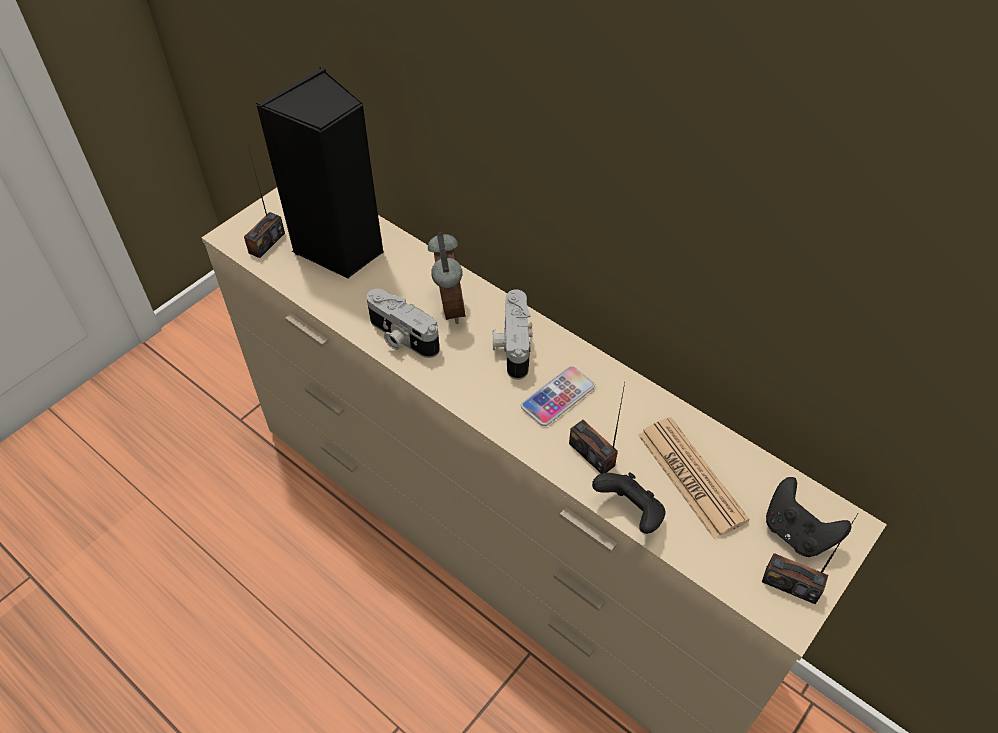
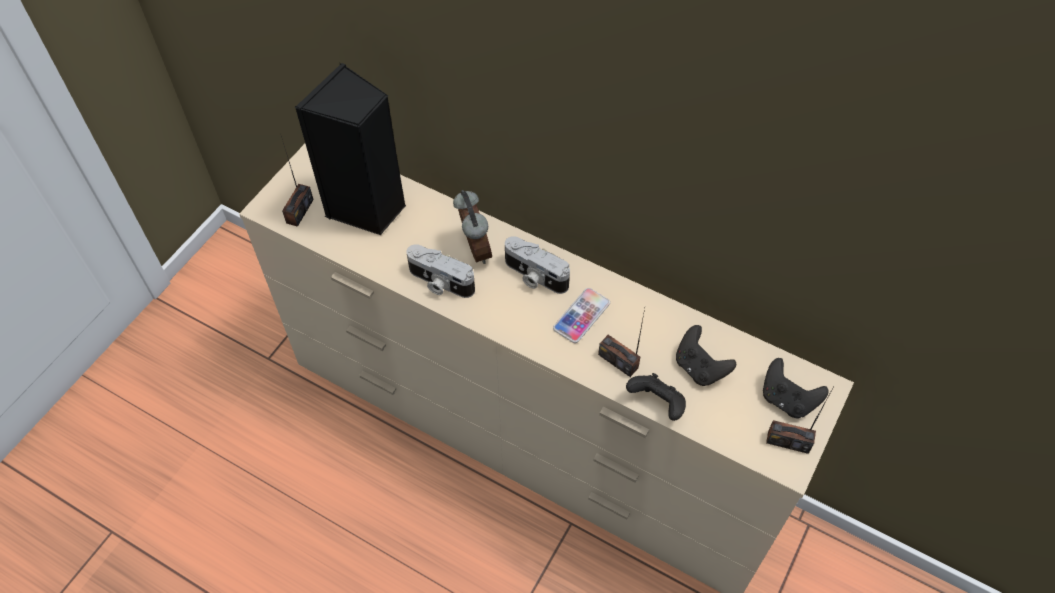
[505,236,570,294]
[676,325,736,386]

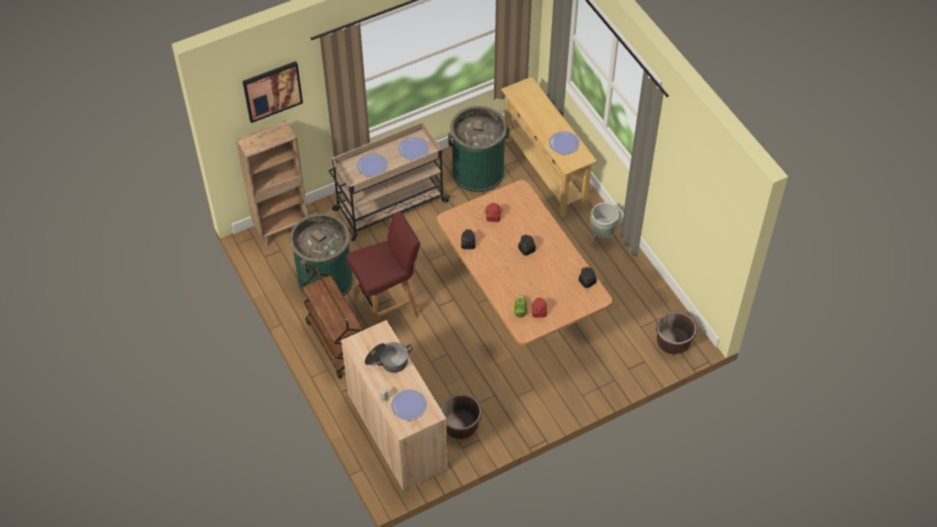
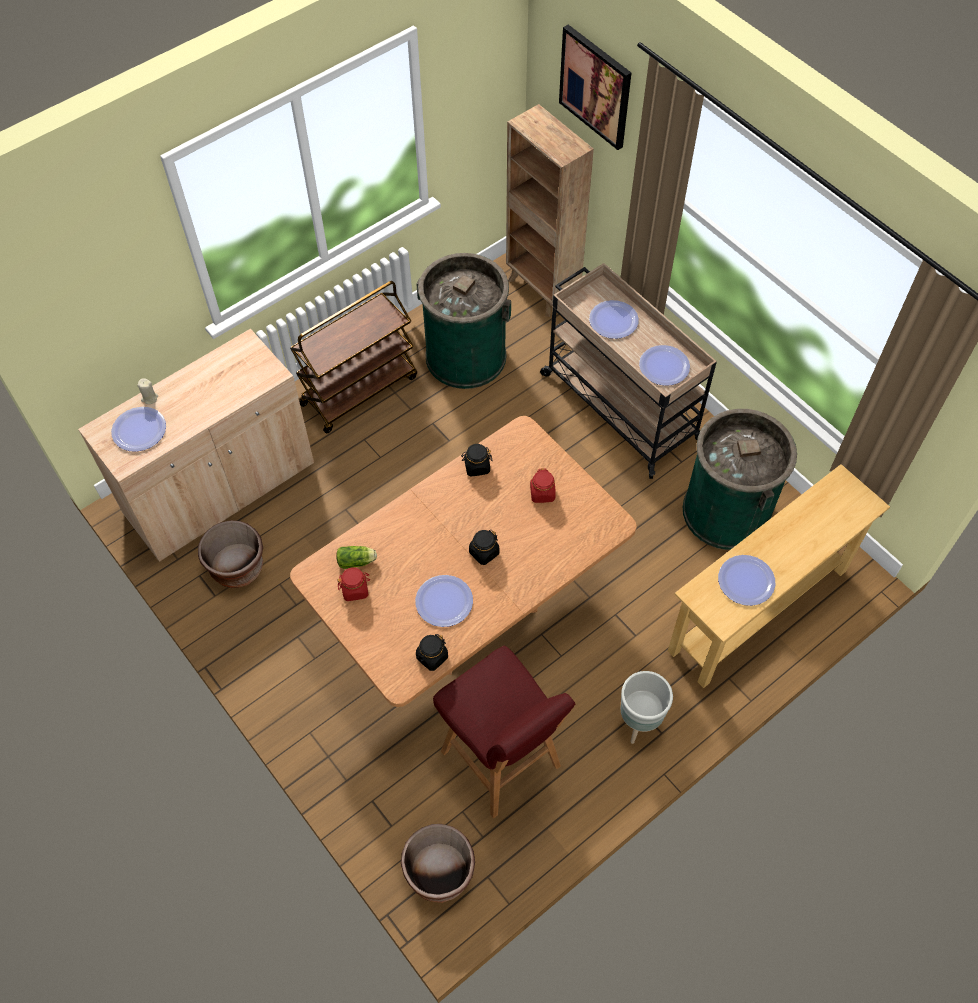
[433,646,575,818]
[365,342,413,373] (first image)
[415,575,473,627]

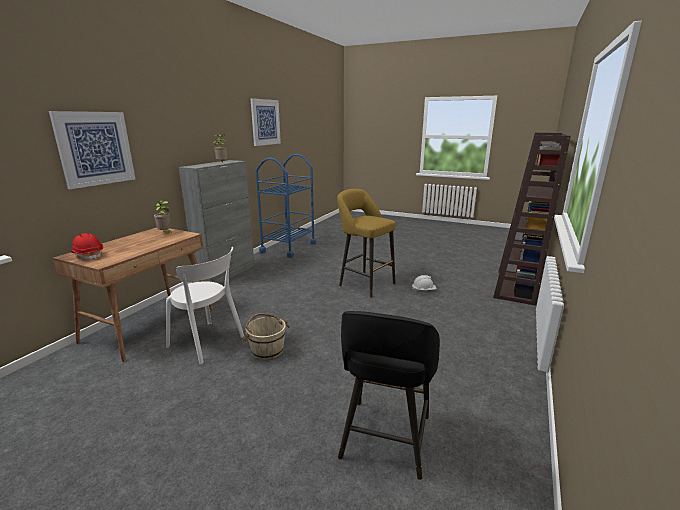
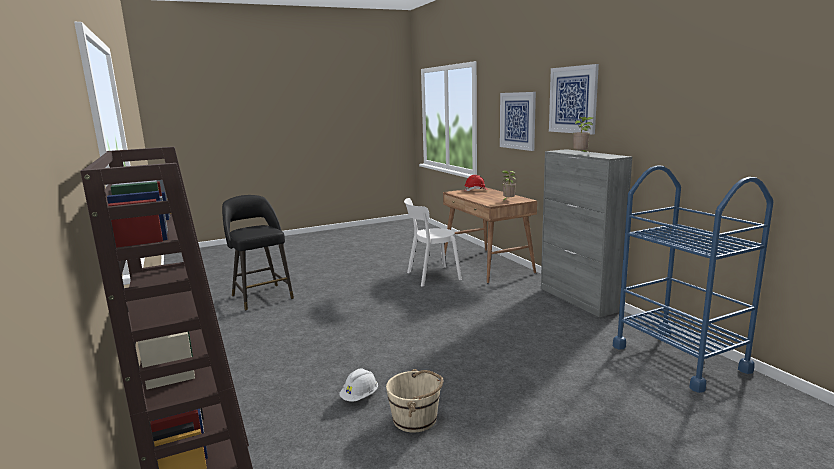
[549,64,599,135]
[337,189,396,297] (first image)
[386,369,443,433]

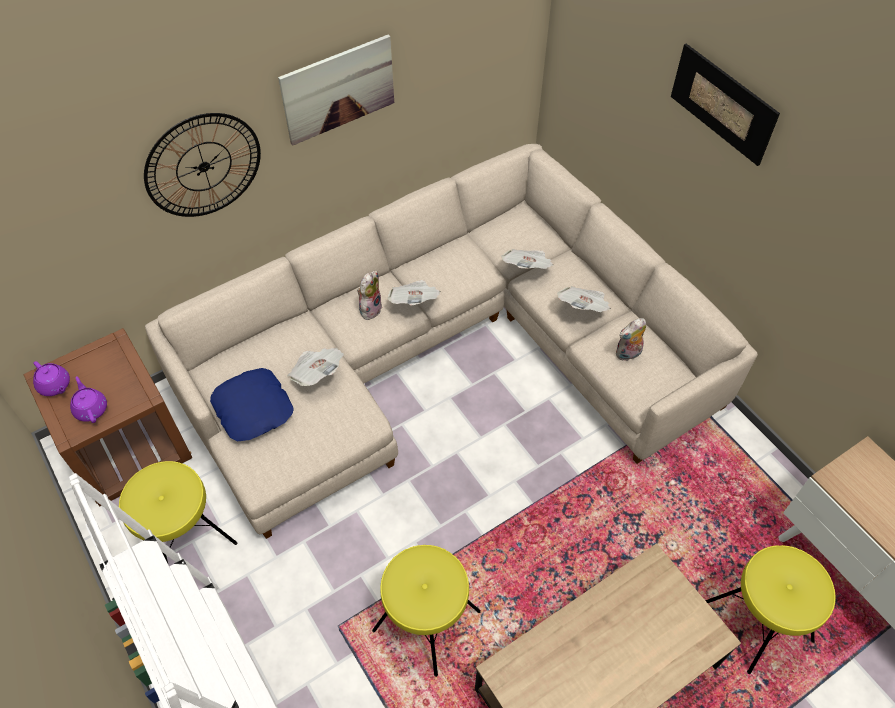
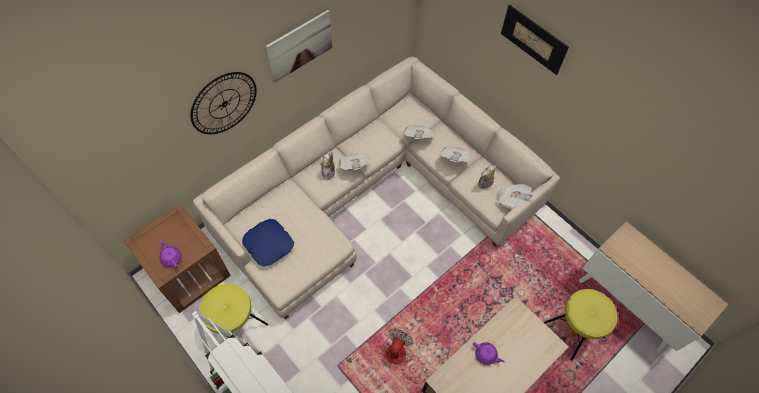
[496,183,533,209]
[473,342,505,365]
[346,329,413,369]

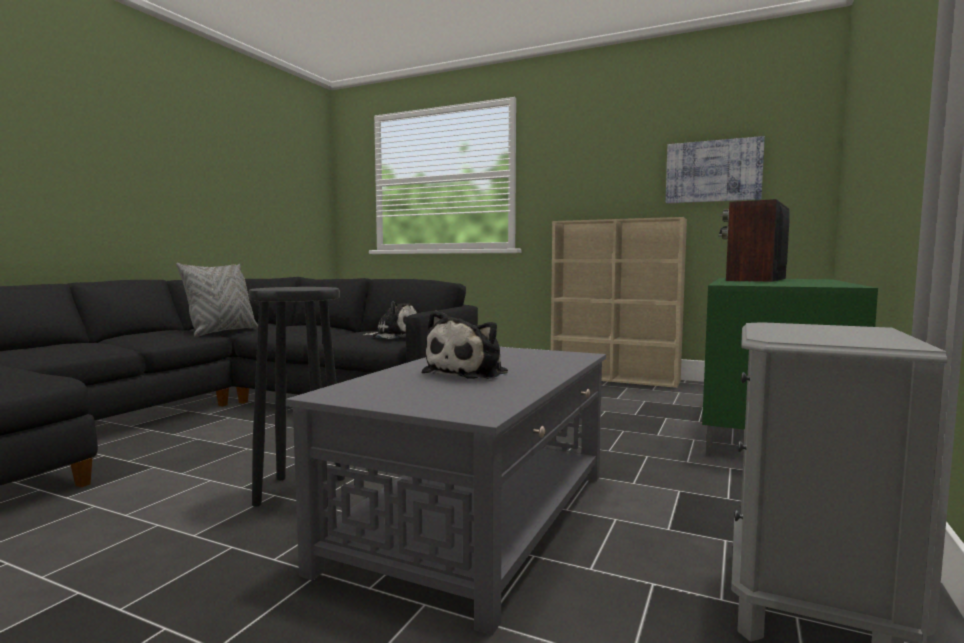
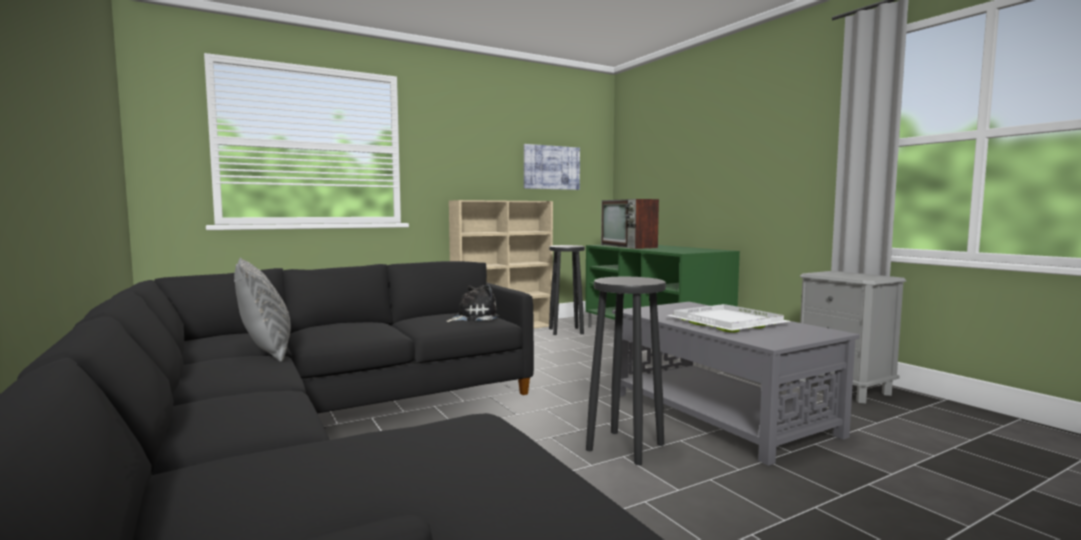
[667,304,790,333]
[549,245,585,335]

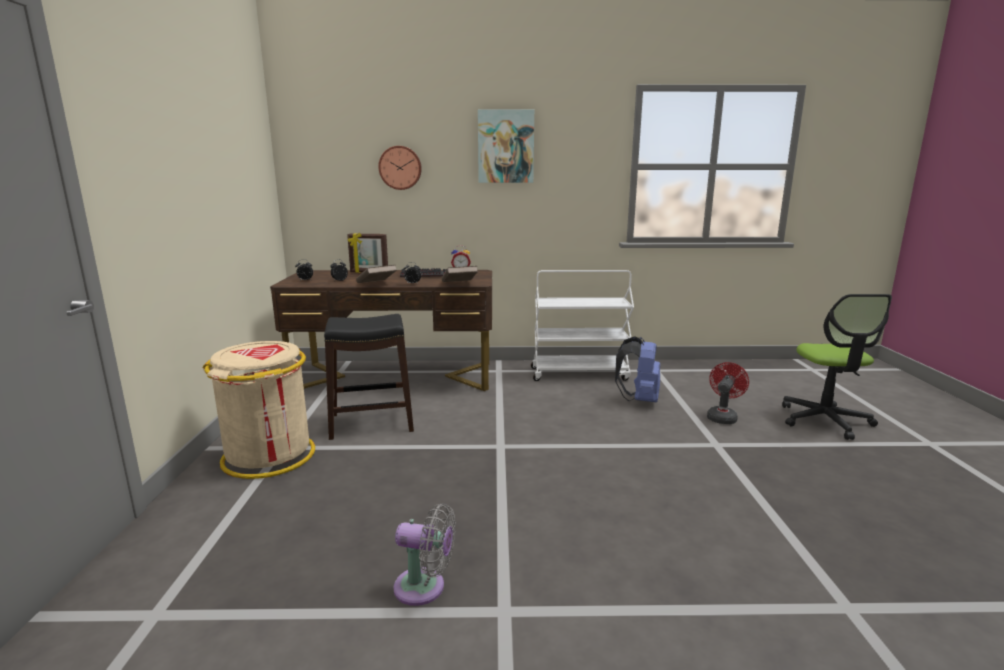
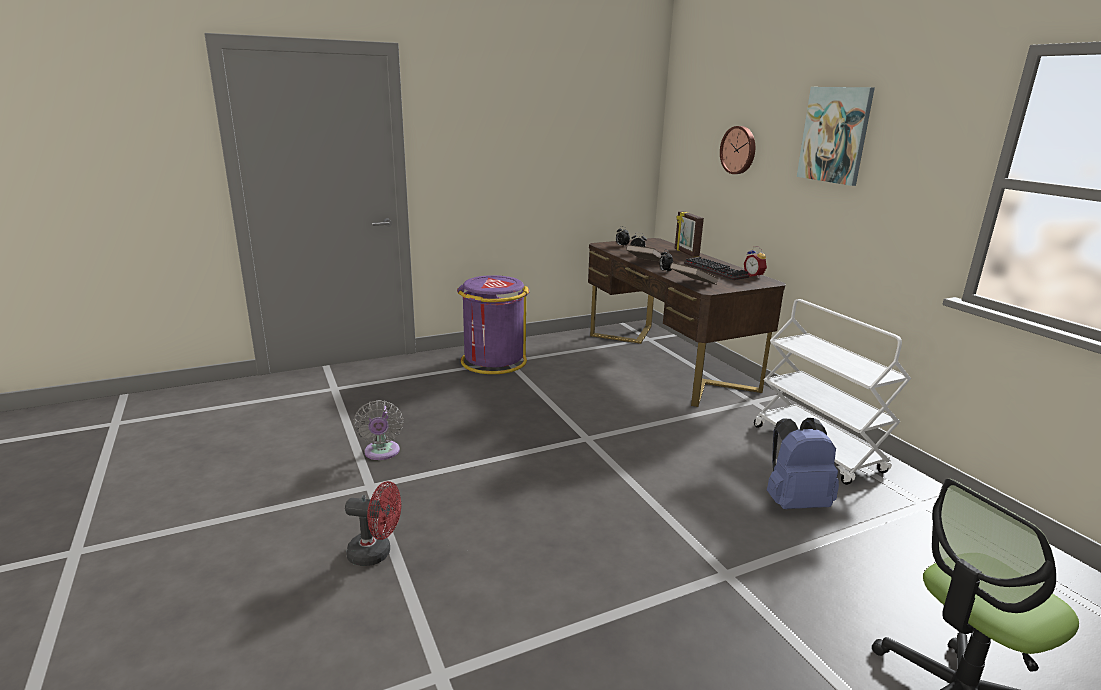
[324,314,414,440] (first image)
[457,275,530,374]
[345,481,401,566]

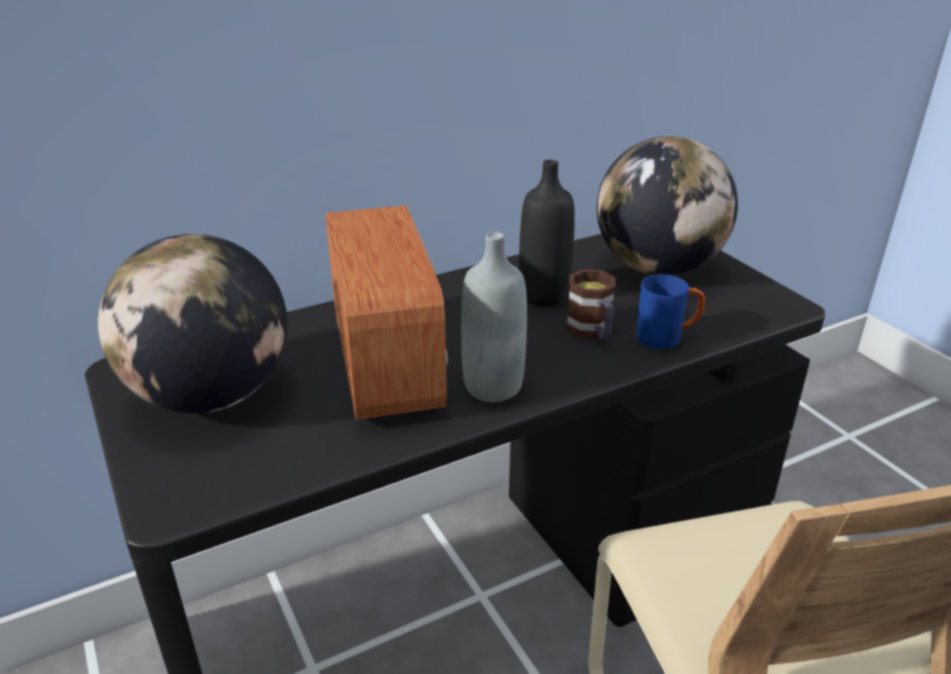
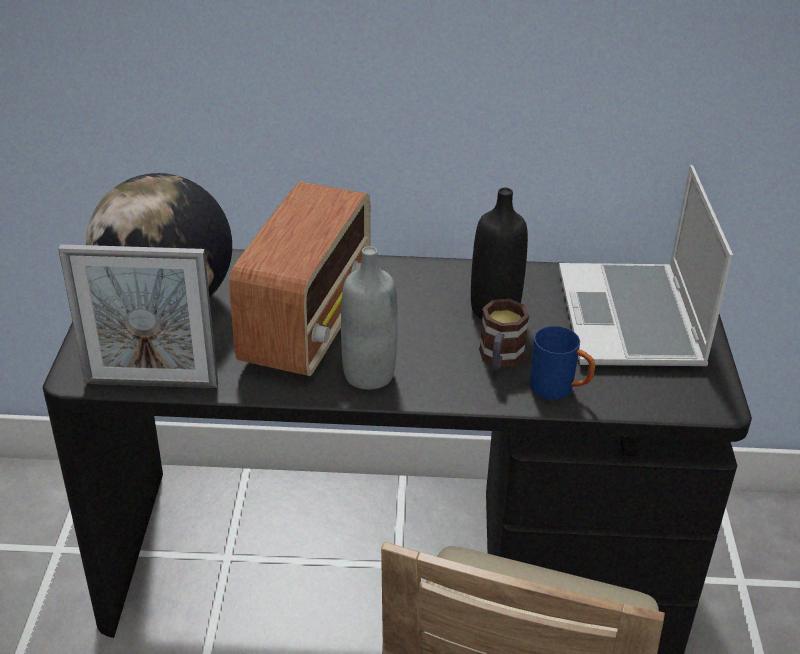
[559,165,733,366]
[58,244,218,388]

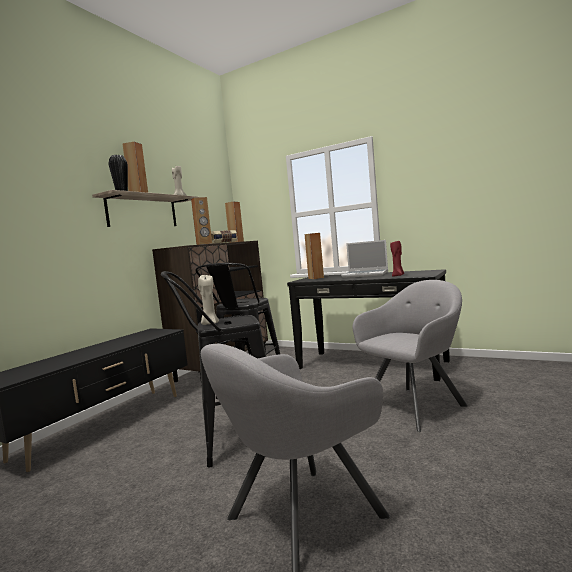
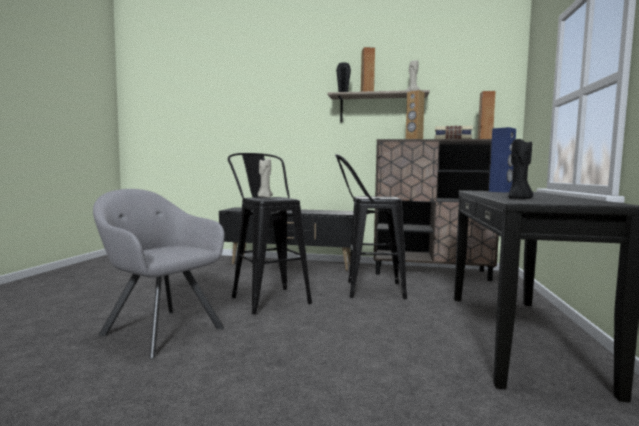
[489,127,516,192]
[341,240,388,278] (first image)
[508,138,533,199]
[352,280,468,432] (first image)

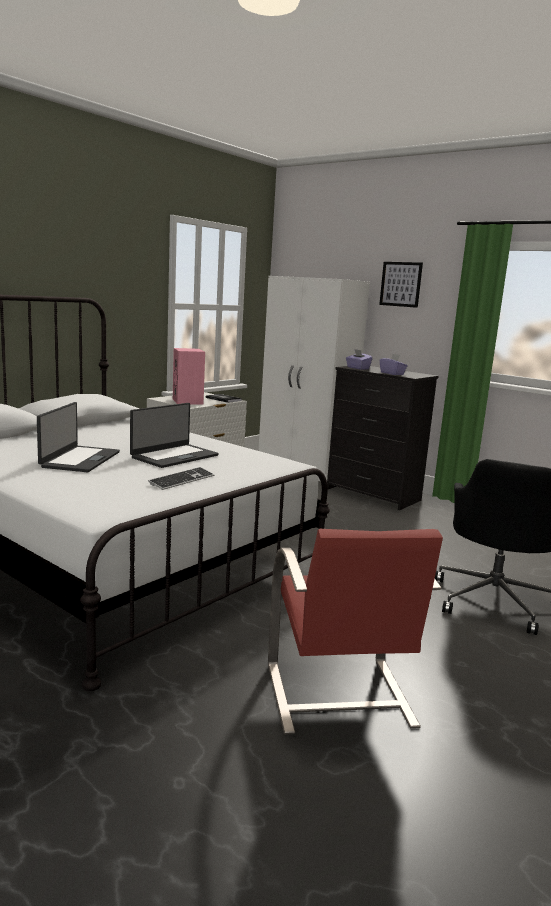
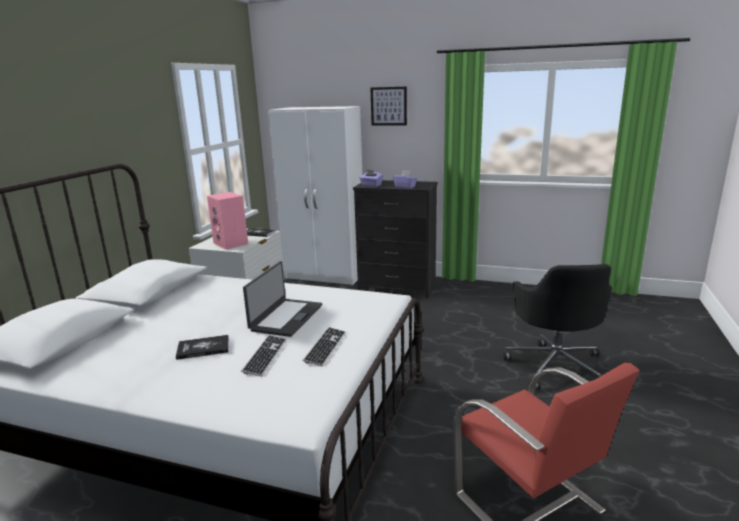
[176,335,229,360]
[241,335,287,376]

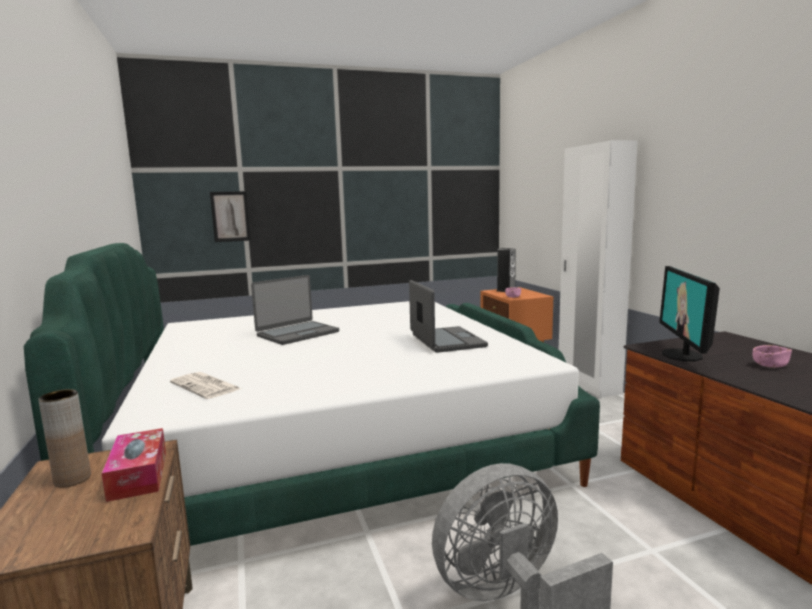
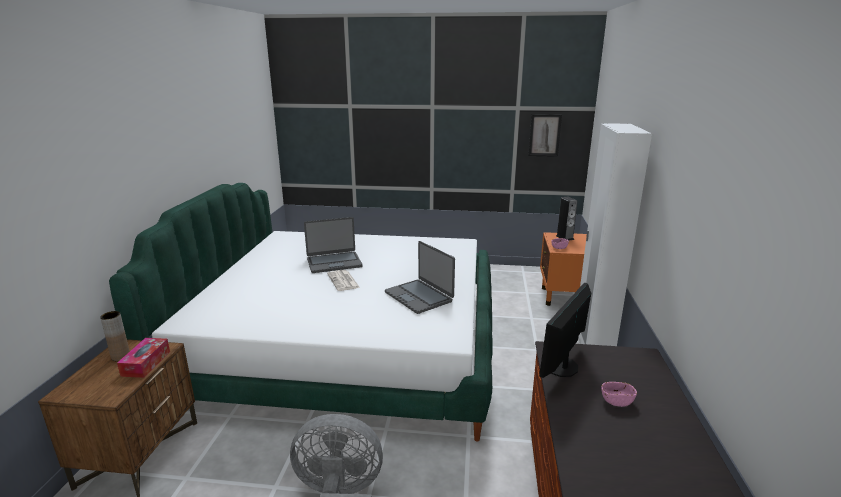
[528,114,562,157]
[385,241,455,314]
[327,270,360,291]

